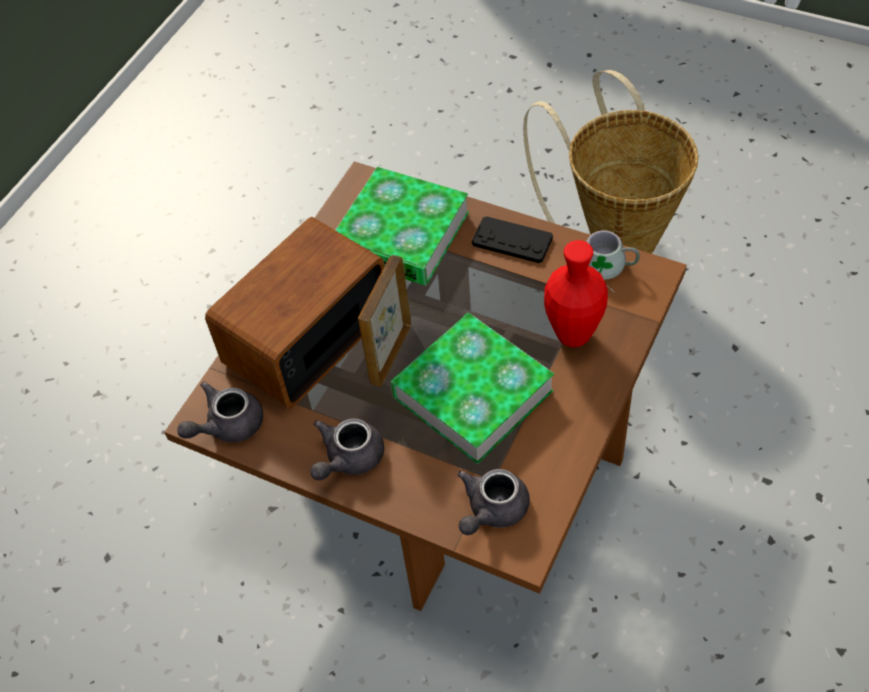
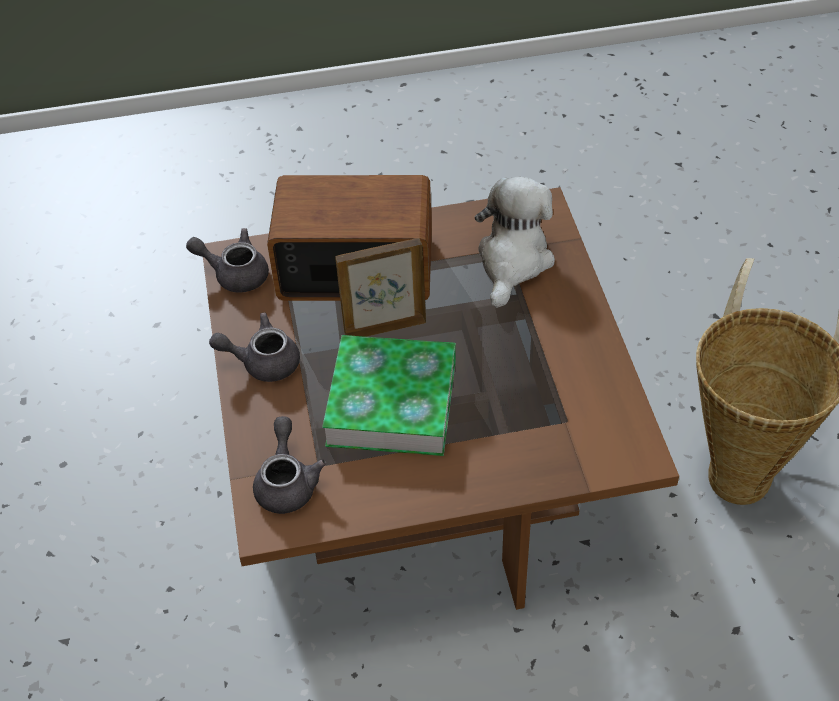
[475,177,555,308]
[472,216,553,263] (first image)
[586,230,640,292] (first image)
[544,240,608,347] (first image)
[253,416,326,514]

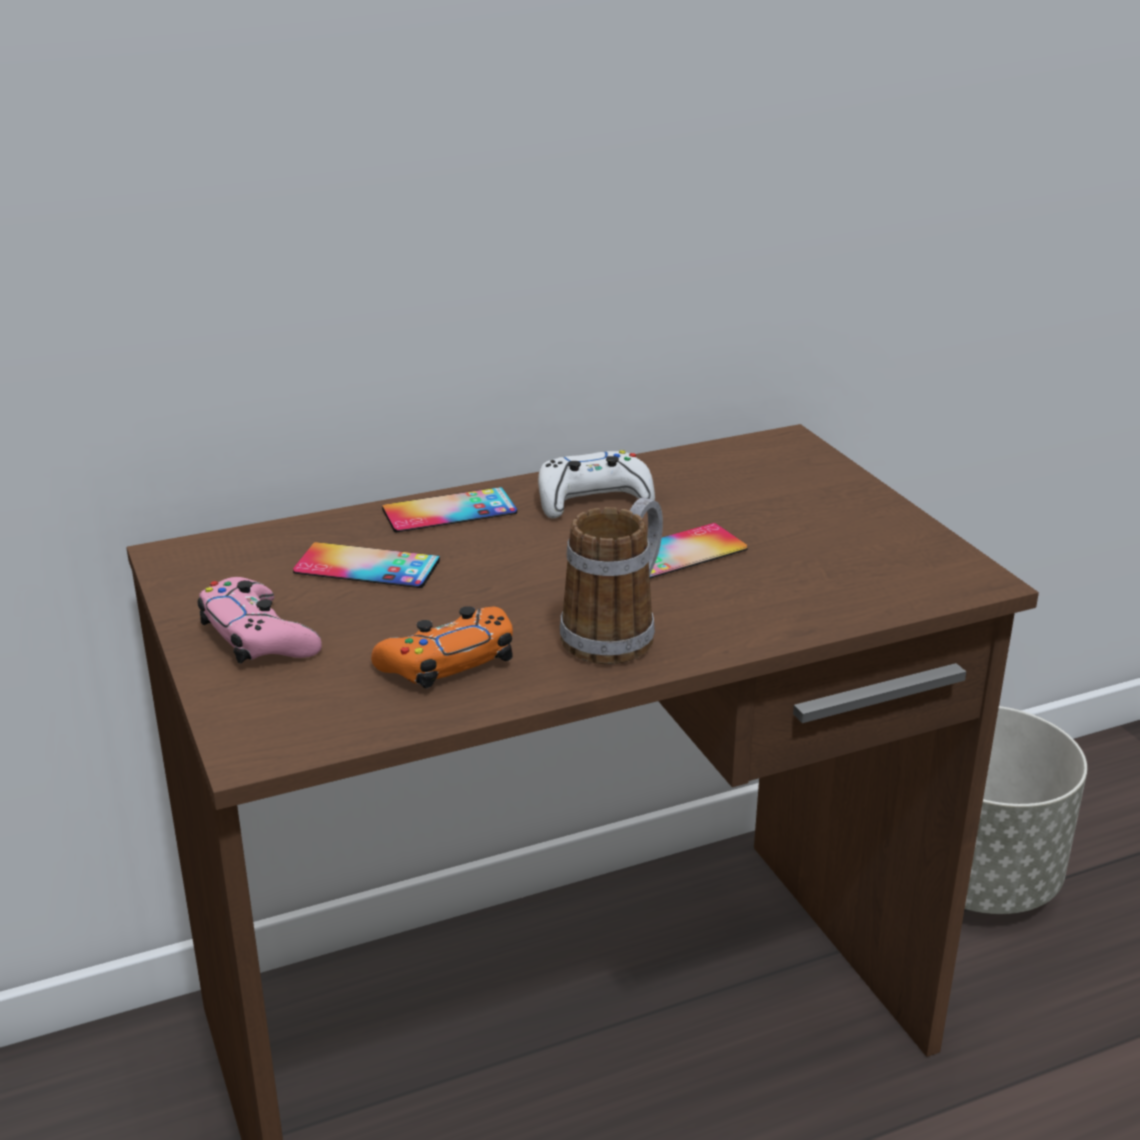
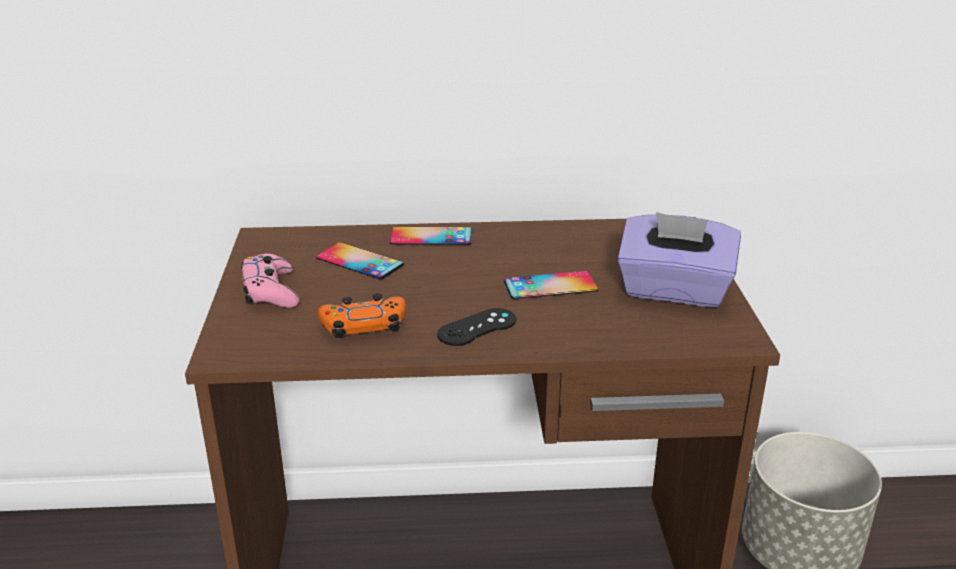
[538,450,655,518] (first image)
[437,308,516,346]
[617,212,741,307]

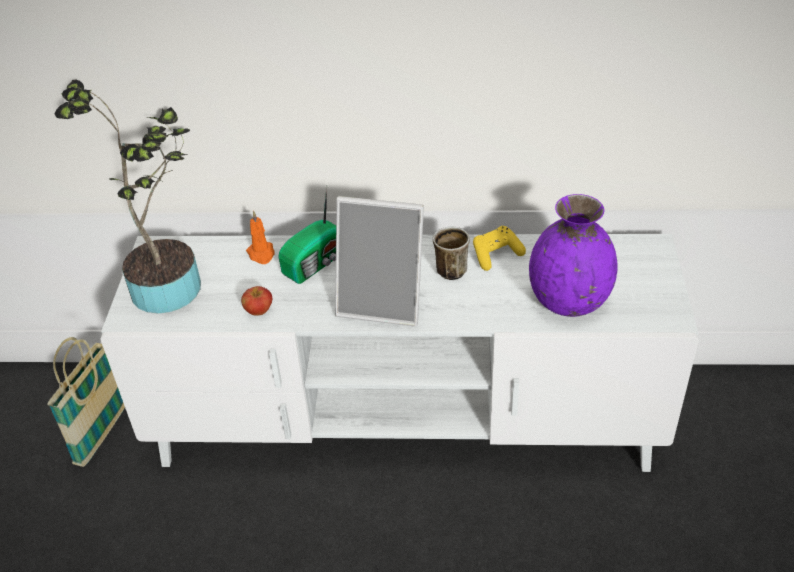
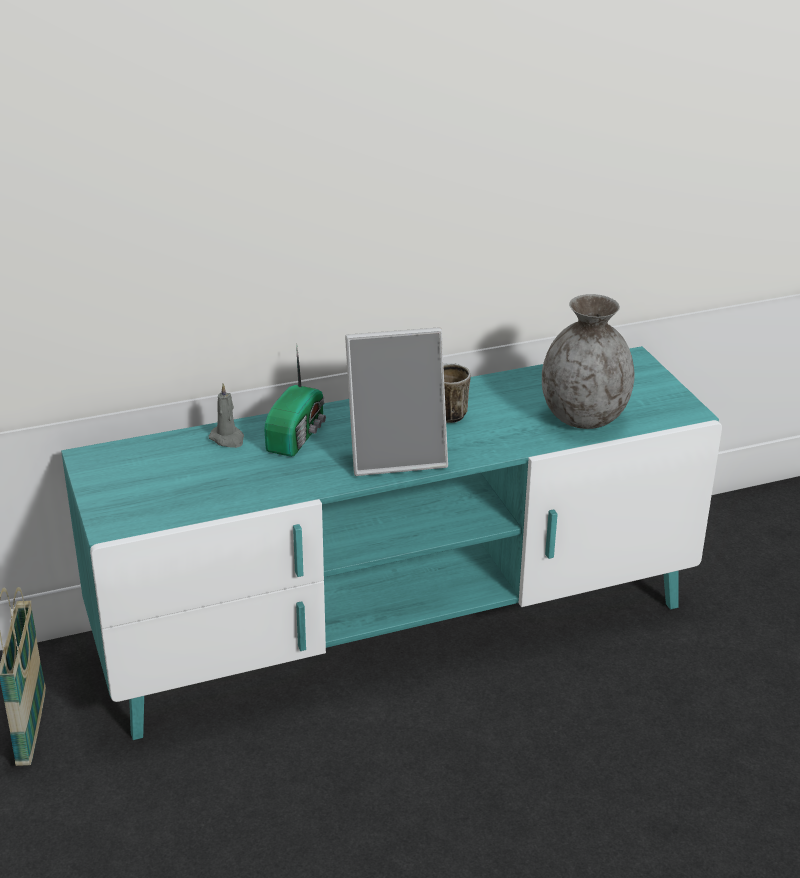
[55,79,201,313] (first image)
[542,294,634,429]
[209,383,244,448]
[473,226,526,271] (first image)
[61,346,722,740]
[241,286,272,316] (first image)

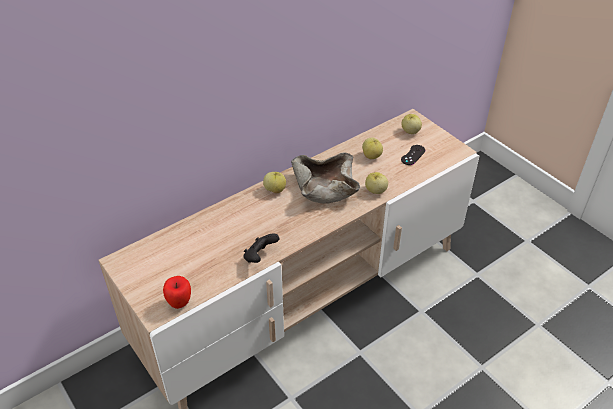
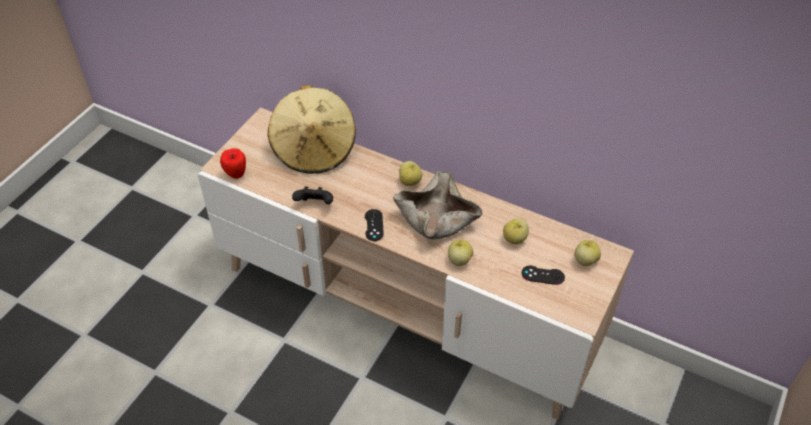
[268,85,356,174]
[365,209,384,241]

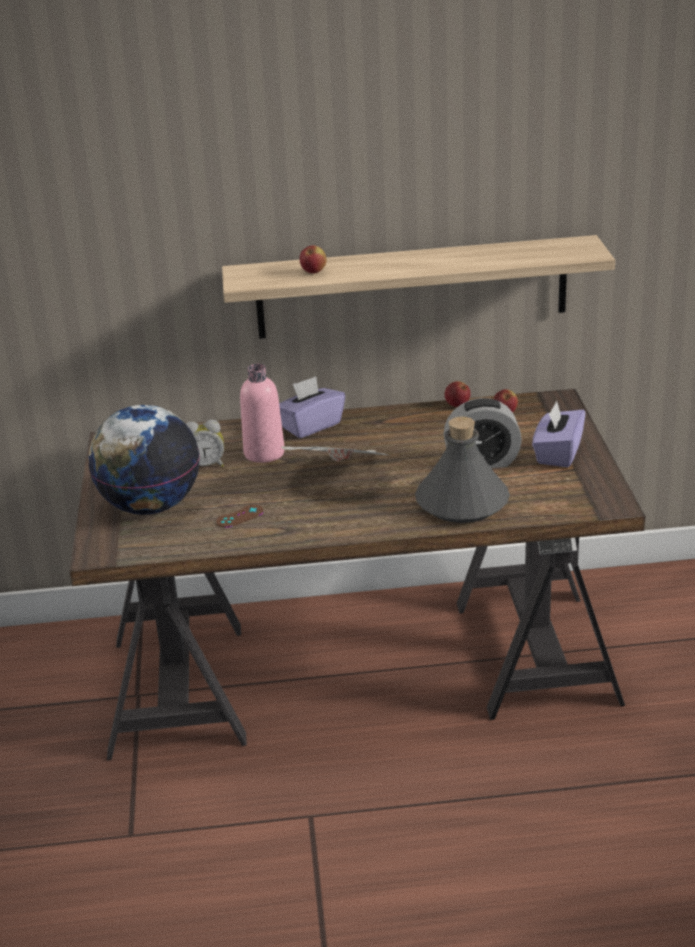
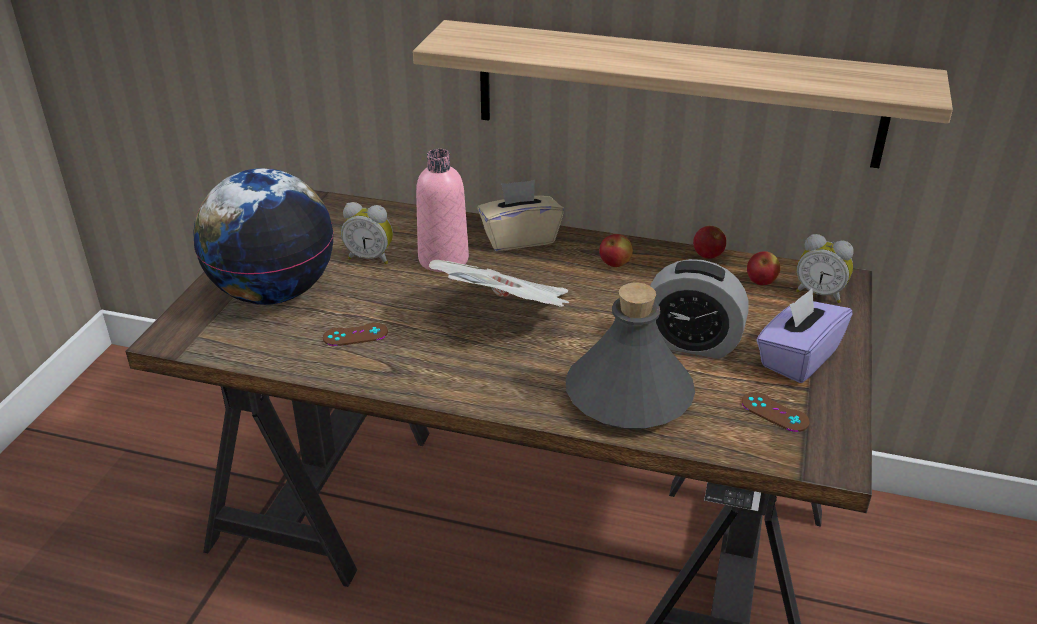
[599,234,633,267]
[477,180,564,251]
[796,234,854,303]
[742,392,810,432]

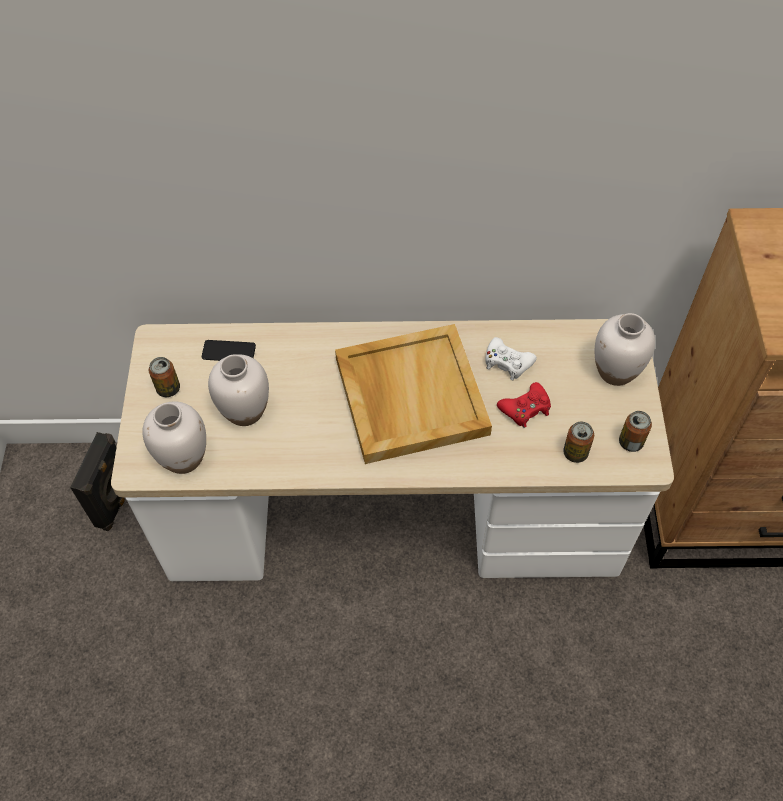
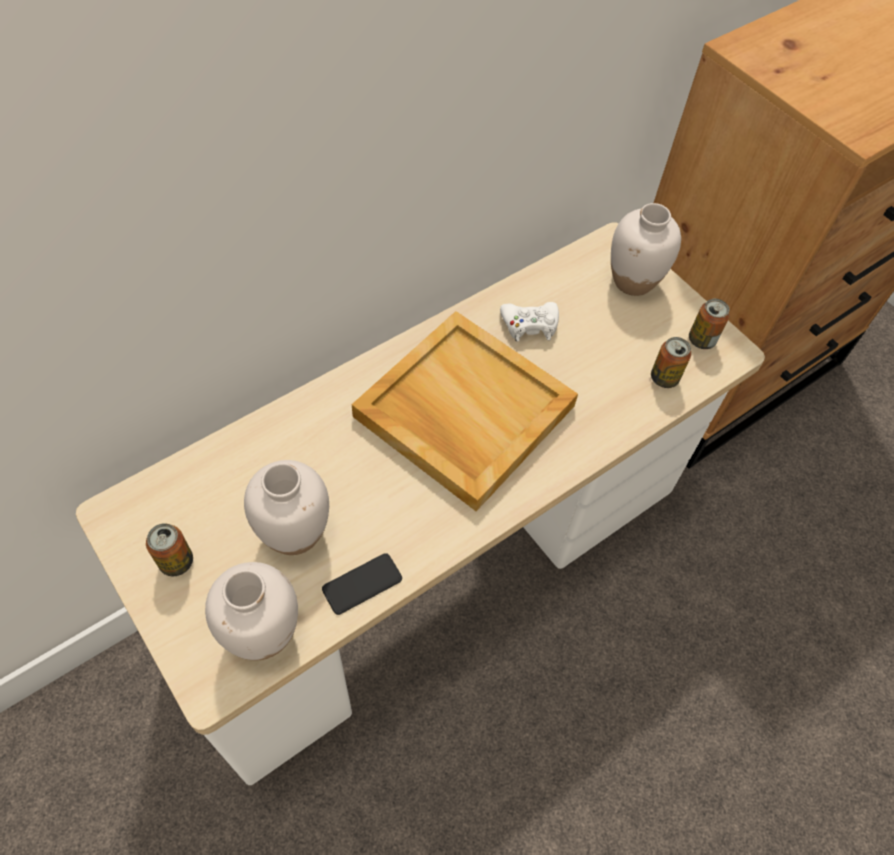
[322,553,402,615]
[497,382,551,428] (first image)
[70,432,125,531] (first image)

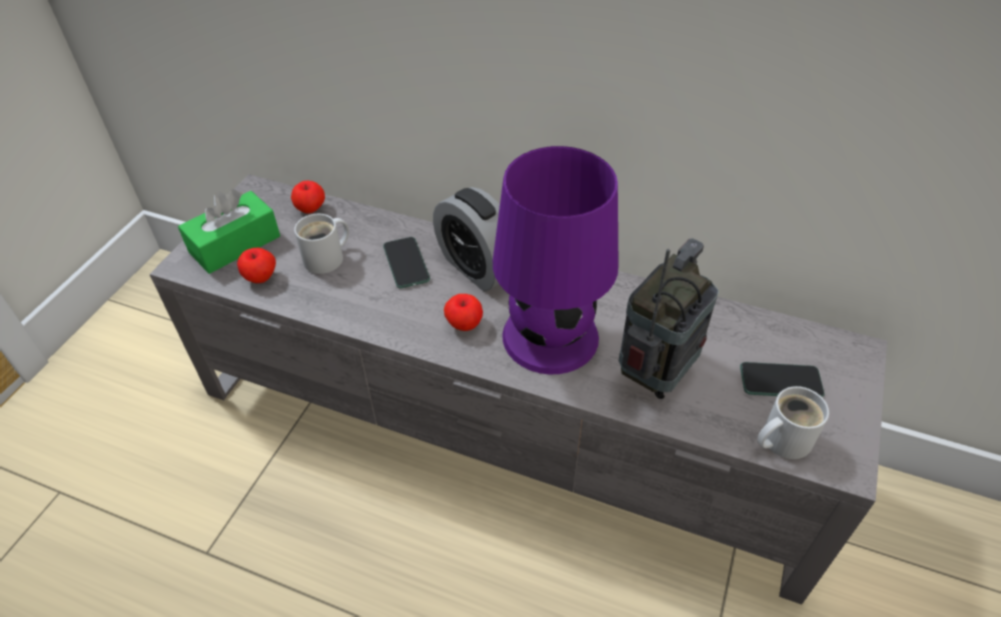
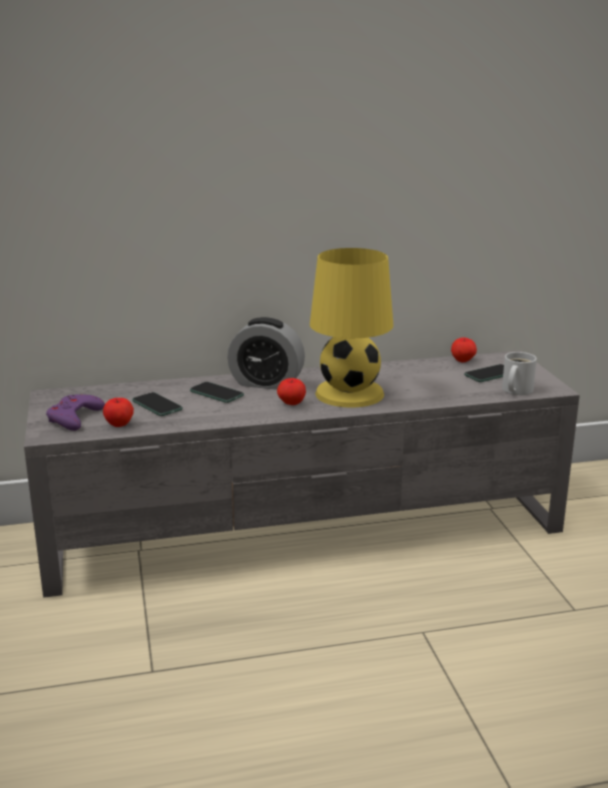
[310,248,393,408]
[451,338,477,362]
[46,394,105,431]
[132,392,183,416]
[619,238,718,399] (first image)

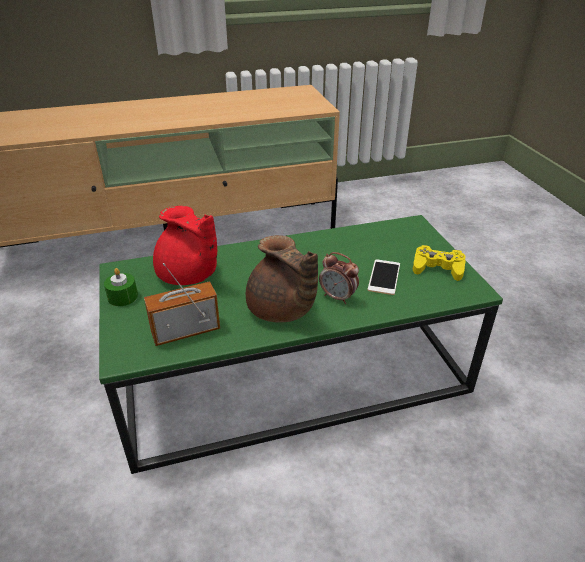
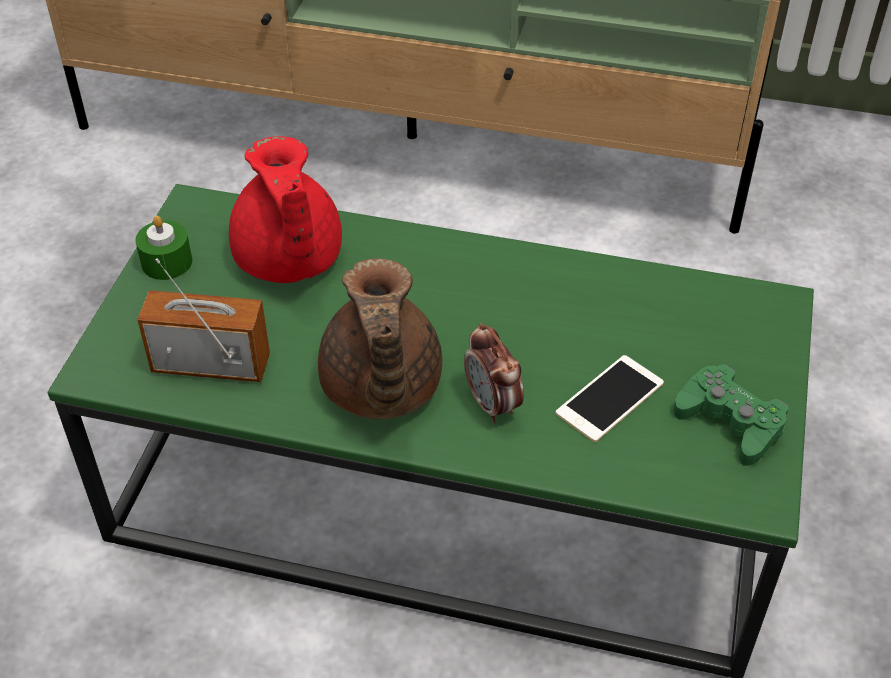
[673,364,789,466]

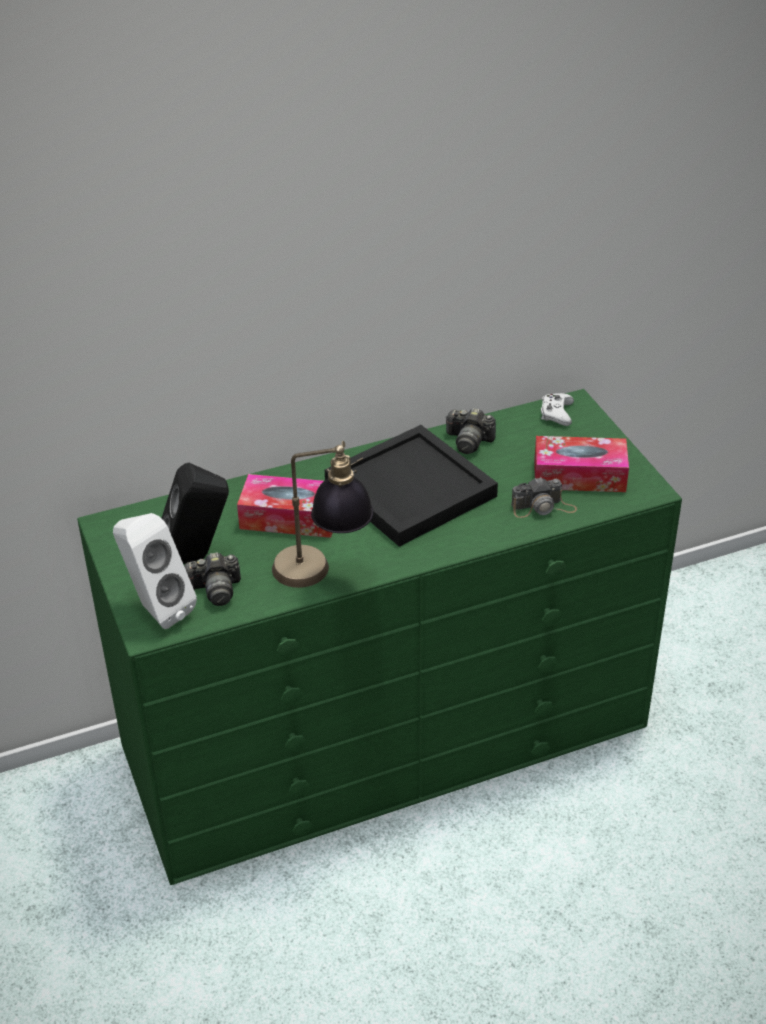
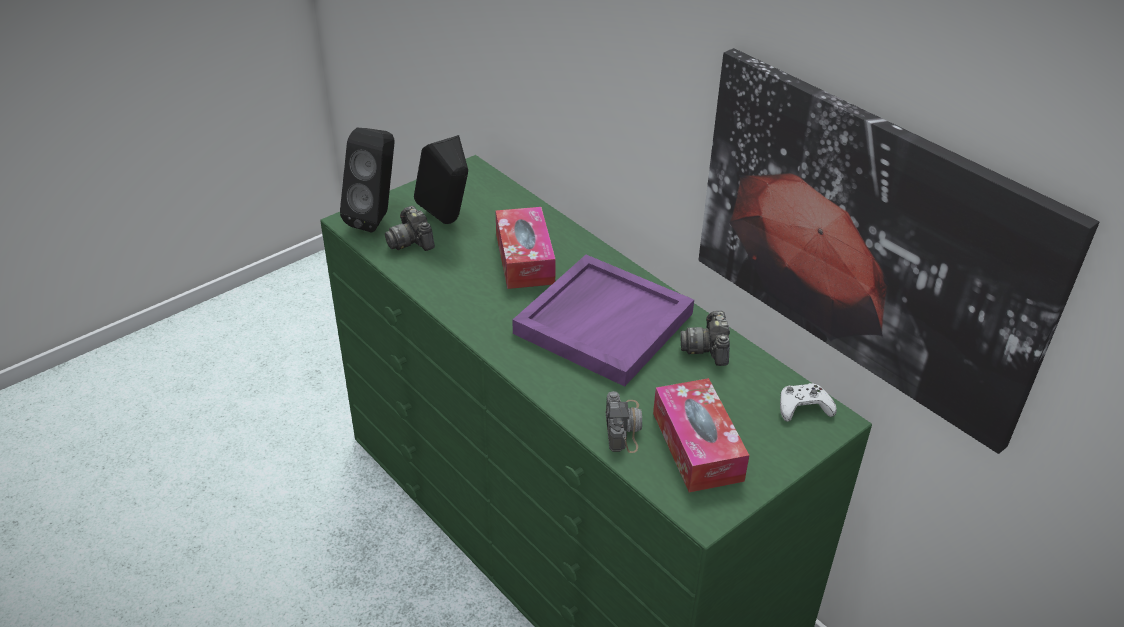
[513,255,694,387]
[272,441,373,588] (first image)
[606,391,642,453]
[340,128,394,233]
[699,48,1099,454]

